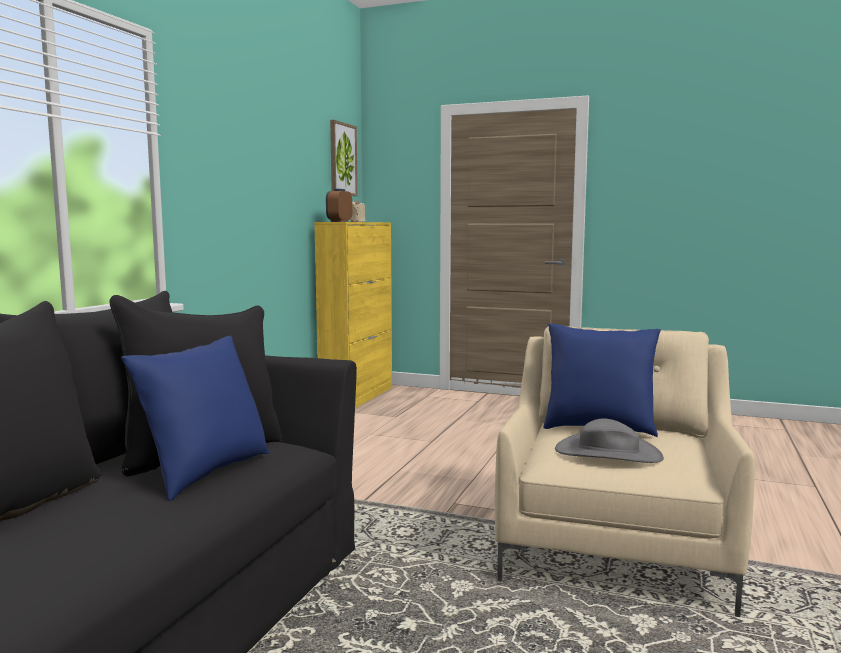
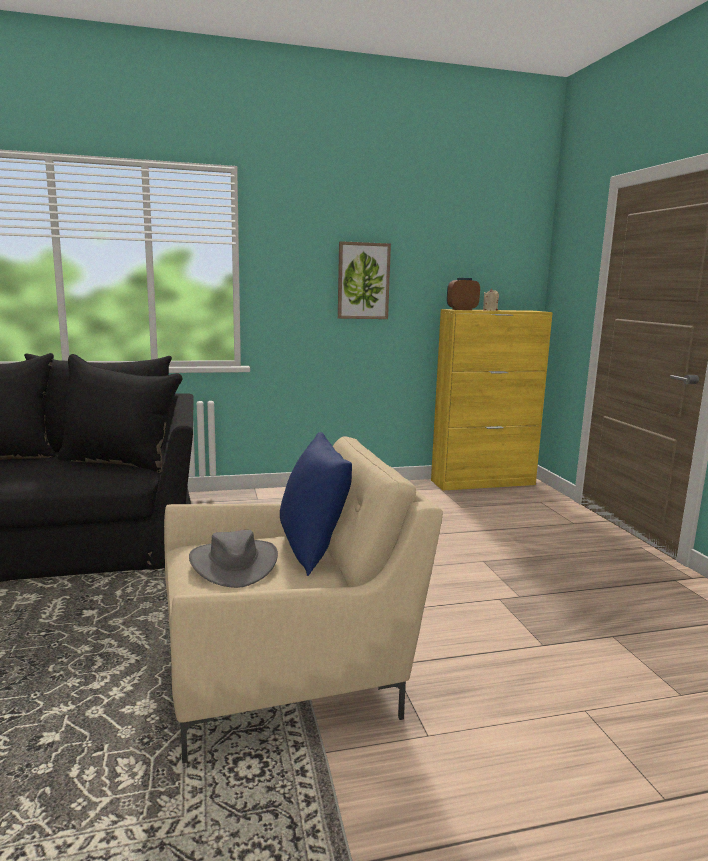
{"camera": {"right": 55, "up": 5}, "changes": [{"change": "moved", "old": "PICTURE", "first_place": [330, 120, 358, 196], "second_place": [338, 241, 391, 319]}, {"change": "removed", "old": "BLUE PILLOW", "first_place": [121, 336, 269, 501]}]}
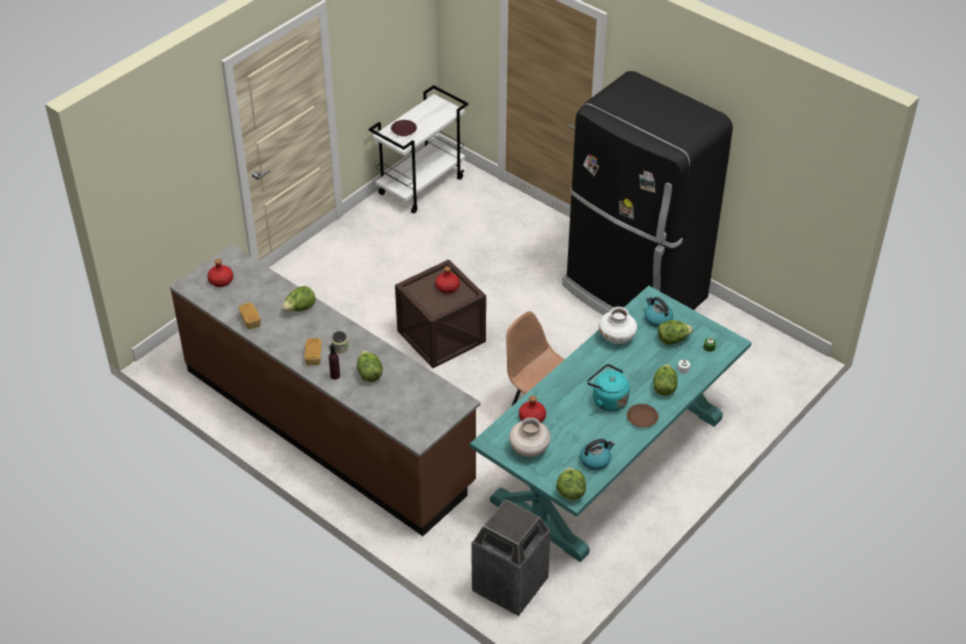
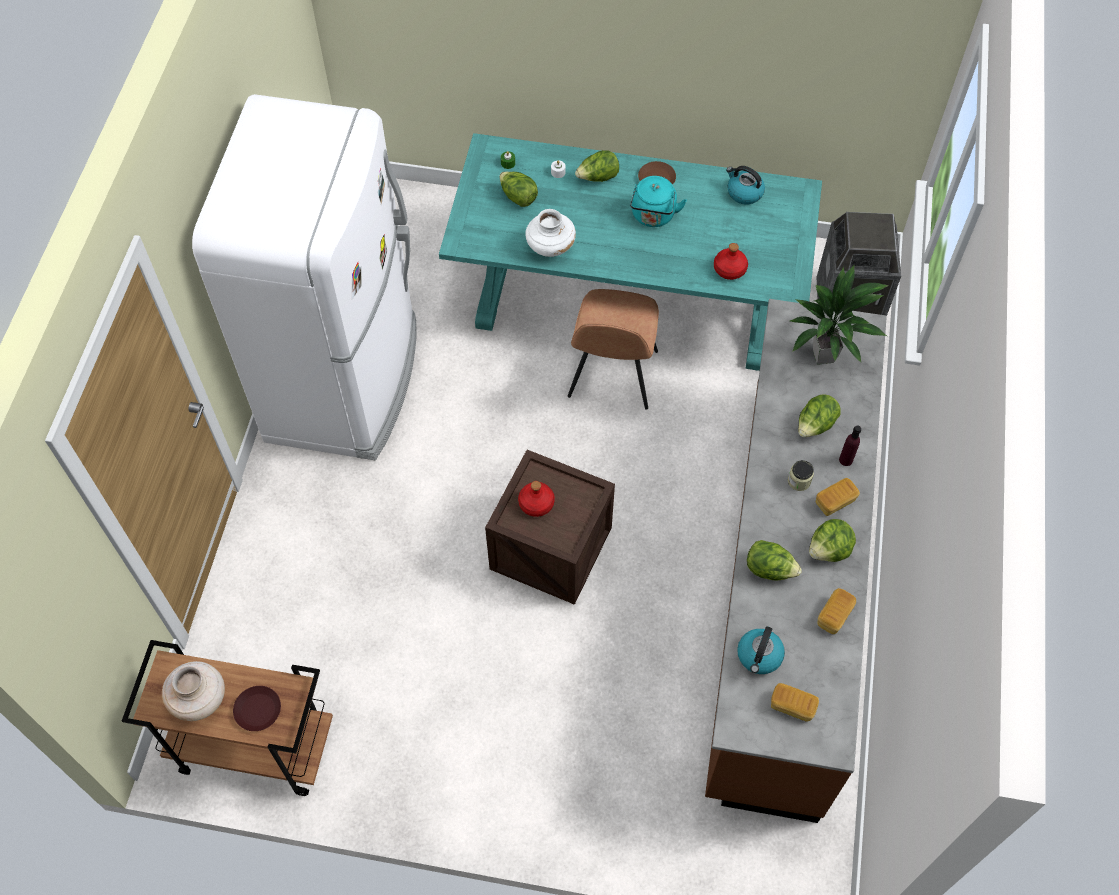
{"camera": {"right": -120, "up": 15}, "changes": [{"change": "recoloured", "old": "WHITE WHEELED CART", "new": "BROWN WHEELED CART", "first_place": [369, 85, 468, 214], "second_place": [122, 640, 333, 796]}, {"change": "moved", "old": "BEIGE FLOWER VASE", "first_place": [509, 417, 551, 457], "second_place": [162, 661, 225, 721]}, {"change": "recoloured", "old": "BLACK KITCHEN FRIDGE", "new": "WHITE KITCHEN FRIDGE", "first_place": [562, 71, 733, 315], "second_place": [192, 94, 417, 460]}, {"change": "moved", "old": "KETTLE", "first_place": [644, 297, 673, 328], "second_place": [737, 626, 785, 674]}, {"change": "replaced", "old": "RED-COLOURED BEVERAGE BOTTLE", "new": "BAKERY BREAD", "first_place": [207, 259, 233, 287], "second_place": [771, 683, 819, 721]}, {"change": "added", "new": "POTTED PLANT", "second_place": [790, 264, 889, 365]}, {"change": "moved", "old": "LETTUCE", "first_place": [556, 468, 586, 500], "second_place": [809, 519, 856, 562]}]}
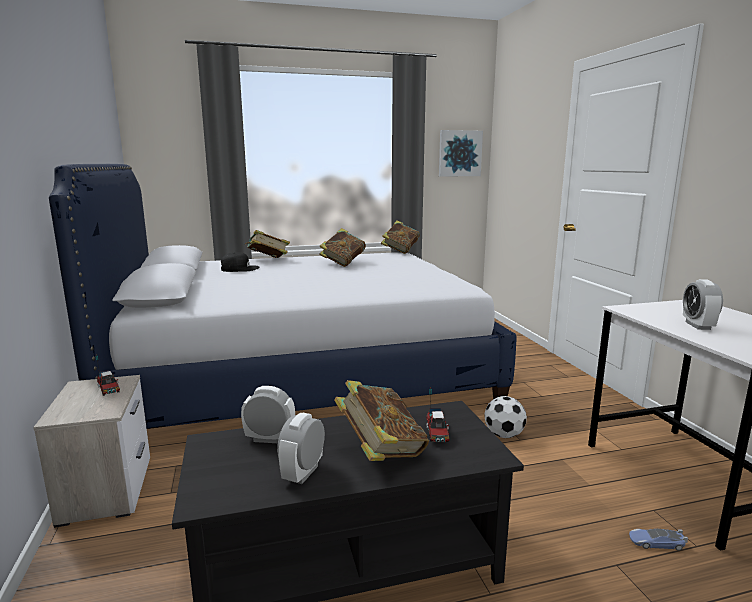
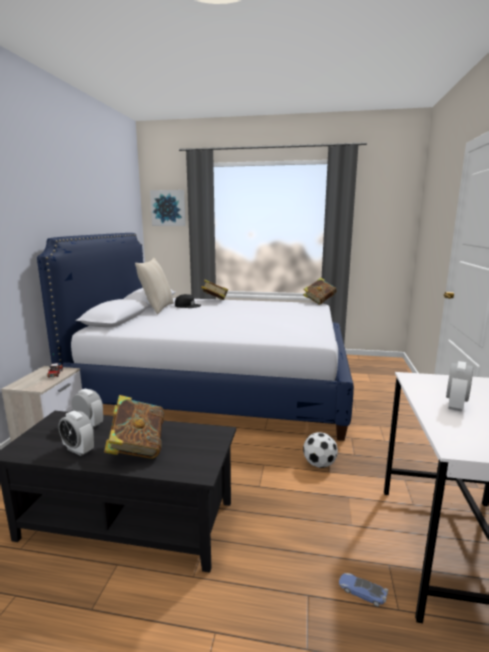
{"camera": {"right": 25, "up": 0}, "changes": [{"change": "turned", "old": "TABLE CLOCK", "first_place": [277, 413, 325, 484], "second_place": [58, 411, 94, 456], "degrees": -105}, {"change": "added", "new": "BEIGE PILLOW", "second_place": [135, 258, 174, 314]}, {"change": "moved", "old": "PICTURE", "first_place": [439, 130, 483, 176], "second_place": [150, 190, 185, 226]}, {"change": "removed", "old": "BOUND BOOK", "first_place": [319, 228, 366, 267]}, {"change": "removed", "old": "MODEL TRUCK", "first_place": [426, 387, 449, 442]}]}
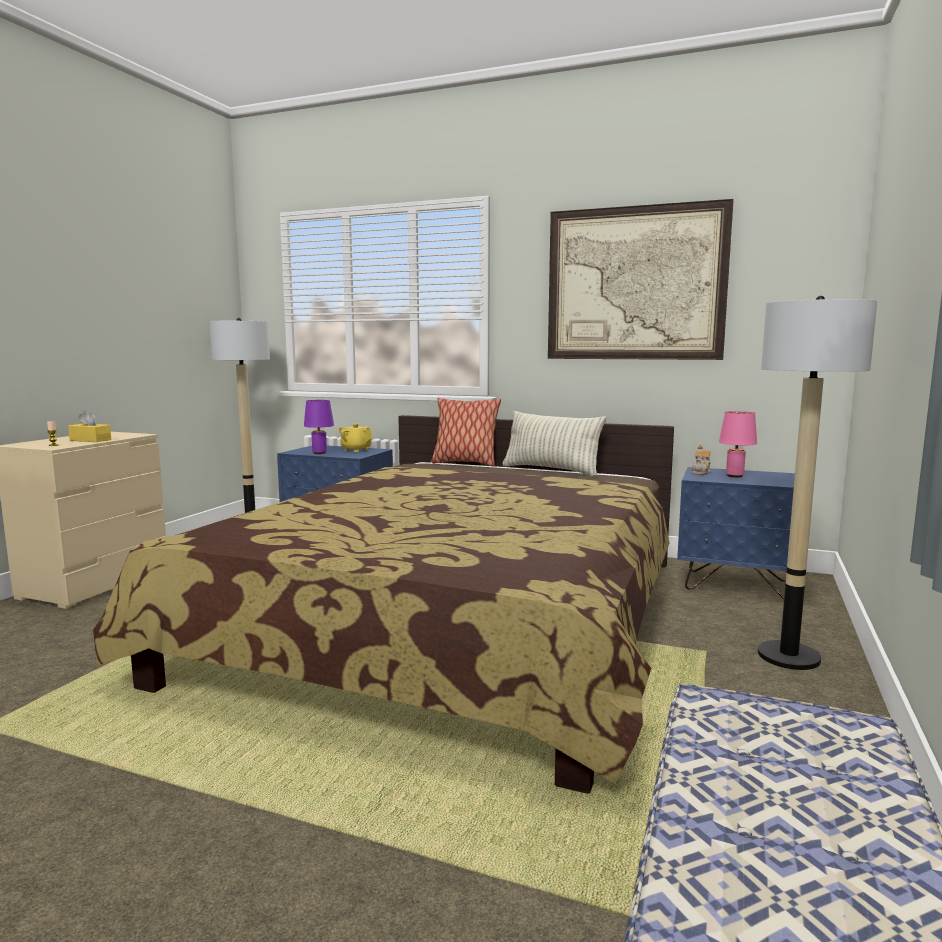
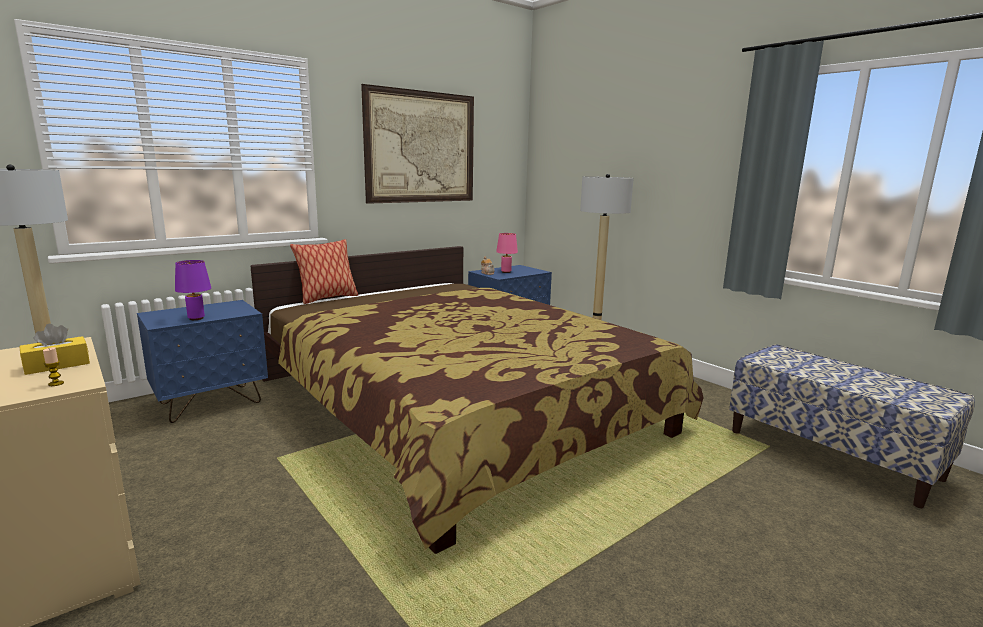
{"camera": {"right": -60, "up": 5}, "changes": [{"change": "removed", "old": "YELLOWISH POT FOR TEA", "first_place": [339, 424, 372, 452]}, {"change": "removed", "old": "PILLOW", "first_place": [502, 411, 606, 477]}]}
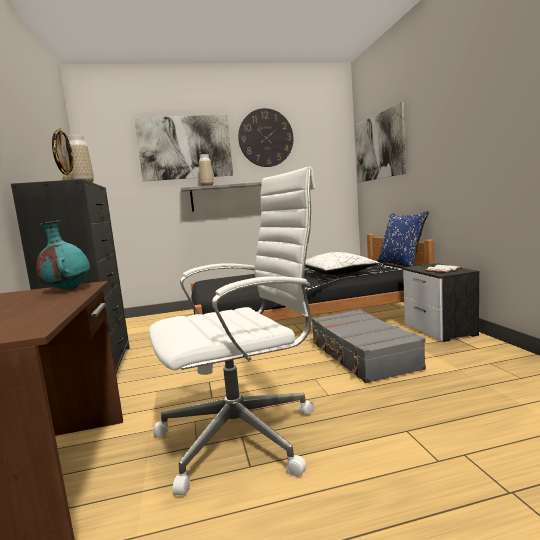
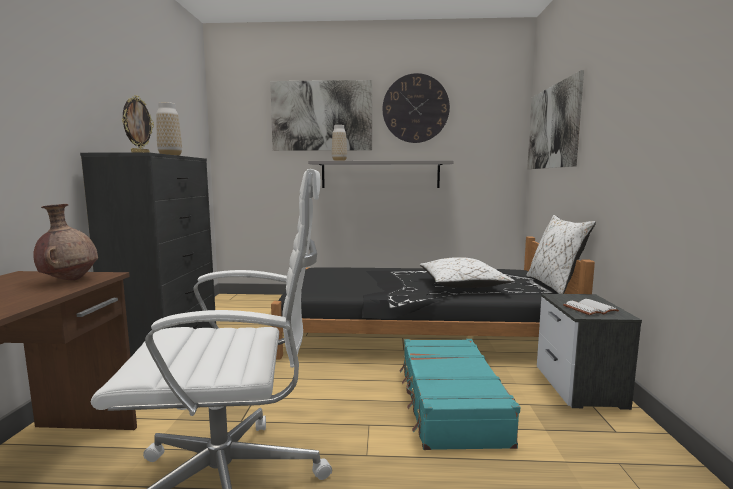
{"camera": {"right": 15, "up": 0}, "changes": [{"change": "recoloured", "old": "TURQUOISE FLOWER VASE", "new": "BROWN FLOWER VASE", "first_place": [36, 220, 90, 290], "second_place": [33, 204, 98, 281]}, {"change": "recoloured", "old": "GREYISH PIECE OF LUGGAGE", "new": "TURQUOISE PIECE OF LUGGAGE", "first_place": [311, 309, 426, 383], "second_place": [399, 339, 520, 450]}, {"change": "recoloured", "old": "BLUE PILLOW", "new": "WHITE PILLOW", "first_place": [377, 211, 429, 267], "second_place": [526, 215, 596, 294]}]}
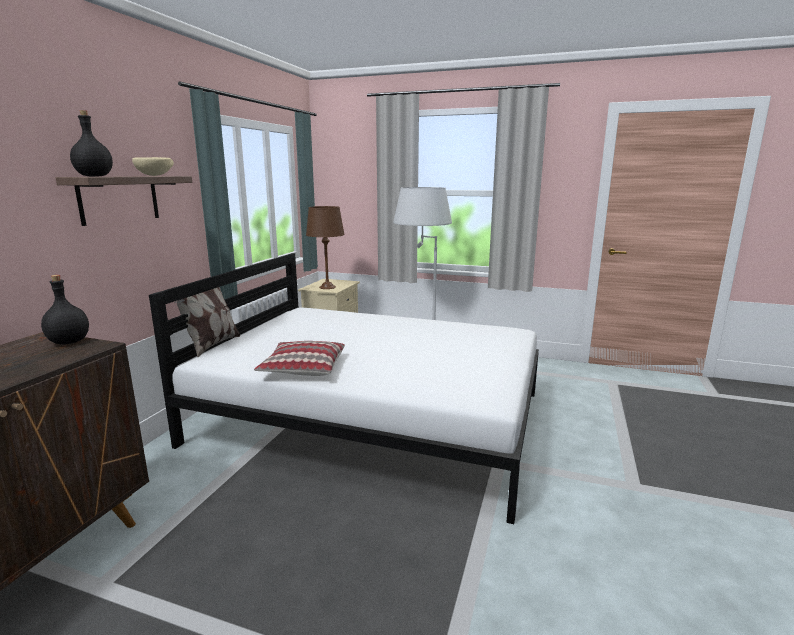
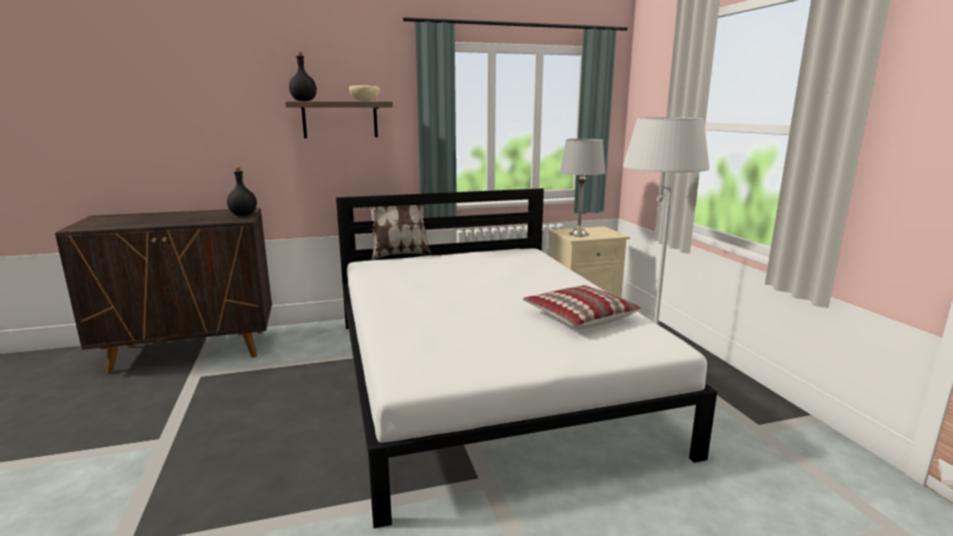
{"camera": {"right": 55, "up": 0}, "changes": [{"change": "moved", "old": "PILLOW", "first_place": [254, 341, 345, 376], "second_place": [523, 285, 641, 329]}, {"change": "recoloured", "old": "BROWN TABLE LAMP", "new": "GREYISH TABLE LAMP", "first_place": [306, 206, 345, 289], "second_place": [560, 139, 606, 237]}]}
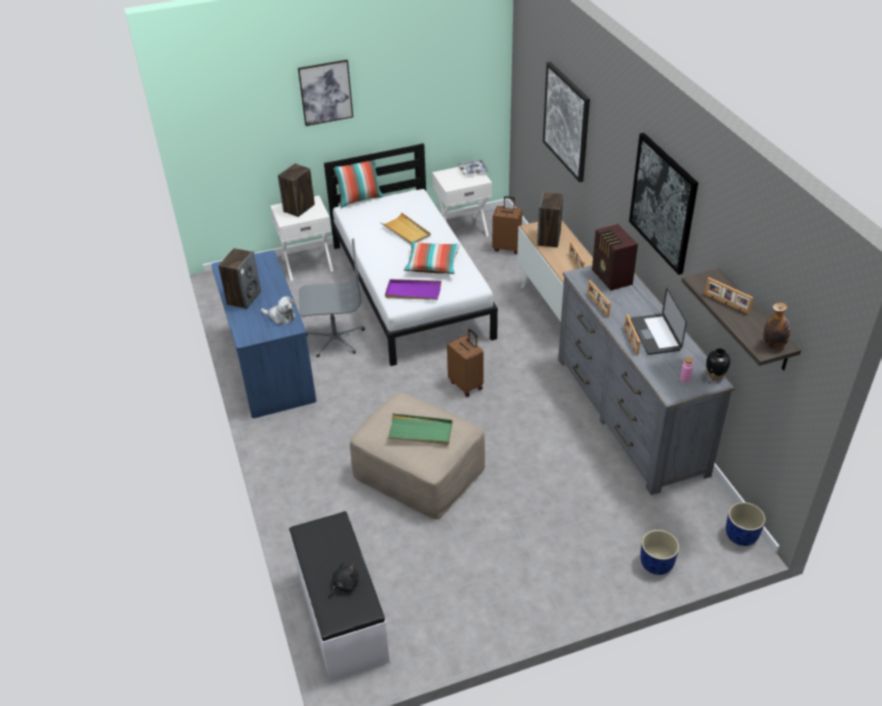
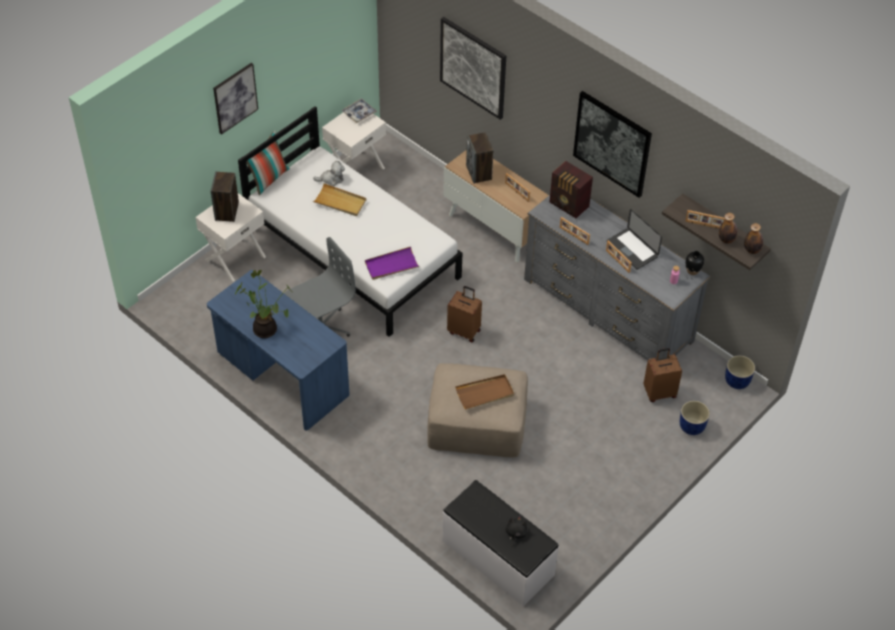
{"camera": {"right": -30, "up": 10}, "changes": [{"change": "replaced", "old": "SPEAKER", "new": "POTTED PLANT", "first_place": [218, 248, 261, 309], "second_place": [235, 270, 292, 338]}, {"change": "moved", "old": "PLUSH TOY", "first_place": [261, 296, 296, 325], "second_place": [313, 161, 345, 186]}, {"change": "recoloured", "old": "GREEN-COLOURED SERVING TRAY", "new": "BROWN SERVING TRAY", "first_place": [387, 413, 453, 445], "second_place": [455, 374, 514, 409]}, {"change": "moved", "old": "BROWN PIECE OF LUGGAGE", "first_place": [492, 196, 522, 254], "second_place": [643, 348, 682, 402]}, {"change": "added", "new": "BEVERAGE BOTTLE", "second_place": [719, 213, 737, 244]}, {"change": "removed", "old": "PILLOW", "first_place": [404, 242, 460, 274]}]}
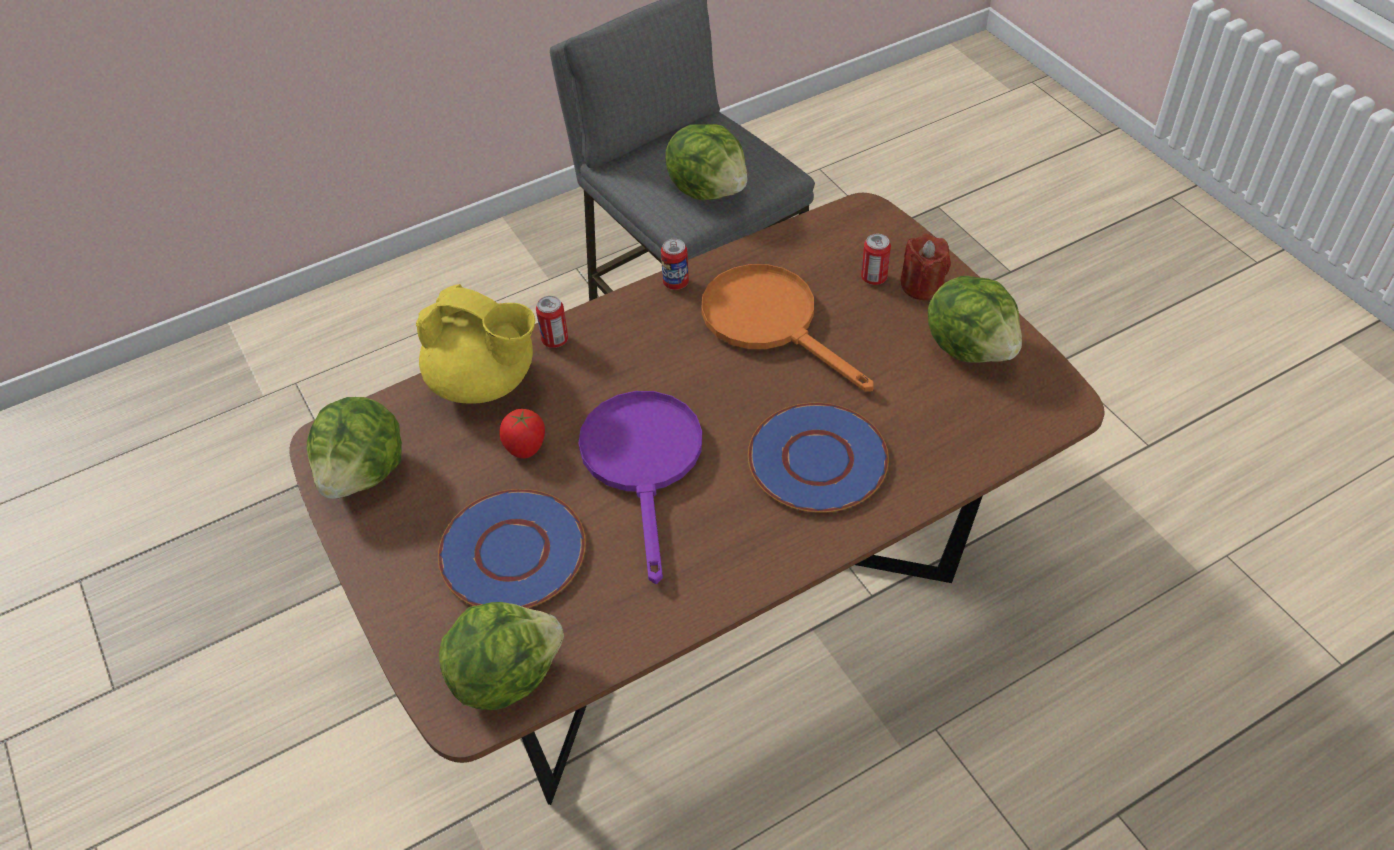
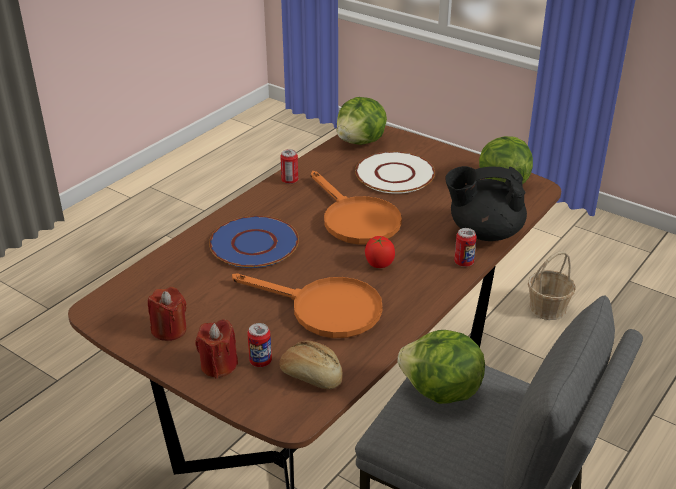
{"camera": {"right": 155, "up": -15}, "changes": [{"change": "replaced", "old": "LETTUCE", "new": "RED-COLOURED WAX LIGHT", "first_place": [928, 276, 1022, 363], "second_place": [148, 287, 187, 341]}, {"change": "added", "new": "BAKERY BREAD", "second_place": [279, 340, 343, 389]}, {"change": "moved", "old": "SEALED CAN", "first_place": [661, 239, 689, 290], "second_place": [280, 149, 298, 184]}, {"change": "recoloured", "old": "PURPLE-COLOURED SKILLET", "new": "ORANGE-COLOURED SKILLET", "first_place": [578, 391, 702, 584], "second_place": [311, 171, 402, 245]}, {"change": "recoloured", "old": "BLUE DINNER PLATE", "new": "WHITE DINNER PLATE", "first_place": [438, 489, 586, 608], "second_place": [355, 152, 435, 194]}, {"change": "moved", "old": "WHOLE TOMATO", "first_place": [500, 409, 545, 458], "second_place": [365, 236, 395, 268]}, {"change": "recoloured", "old": "YELLOWISH POT FOR TEA", "new": "BLACK POT FOR TEA", "first_place": [416, 284, 535, 404], "second_place": [445, 166, 527, 241]}, {"change": "added", "new": "HOUSEHOLD BASKET", "second_place": [528, 251, 576, 320]}]}
